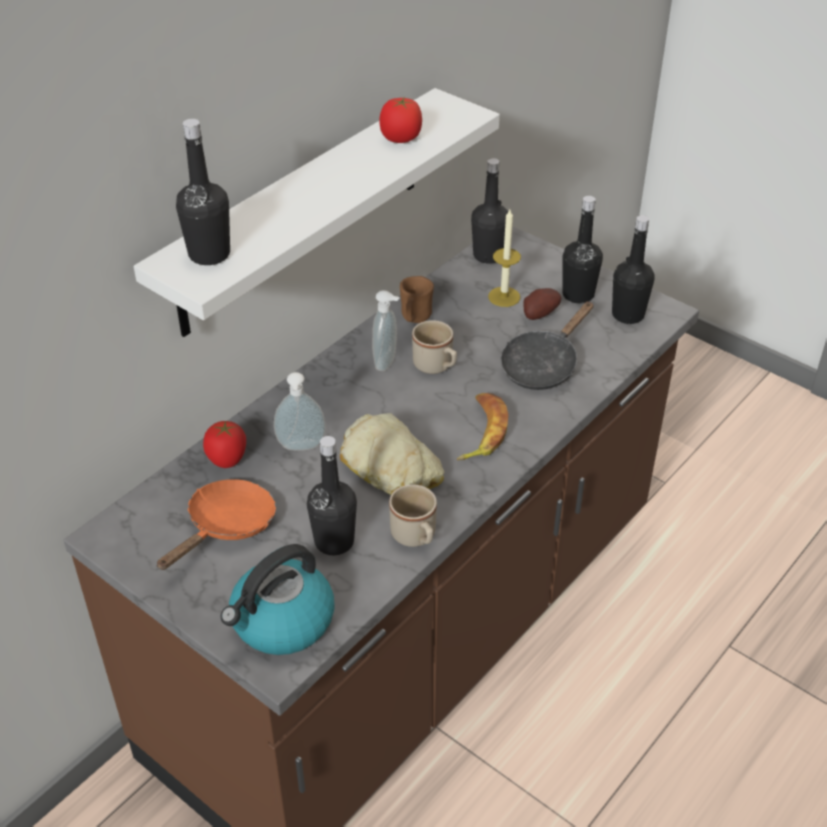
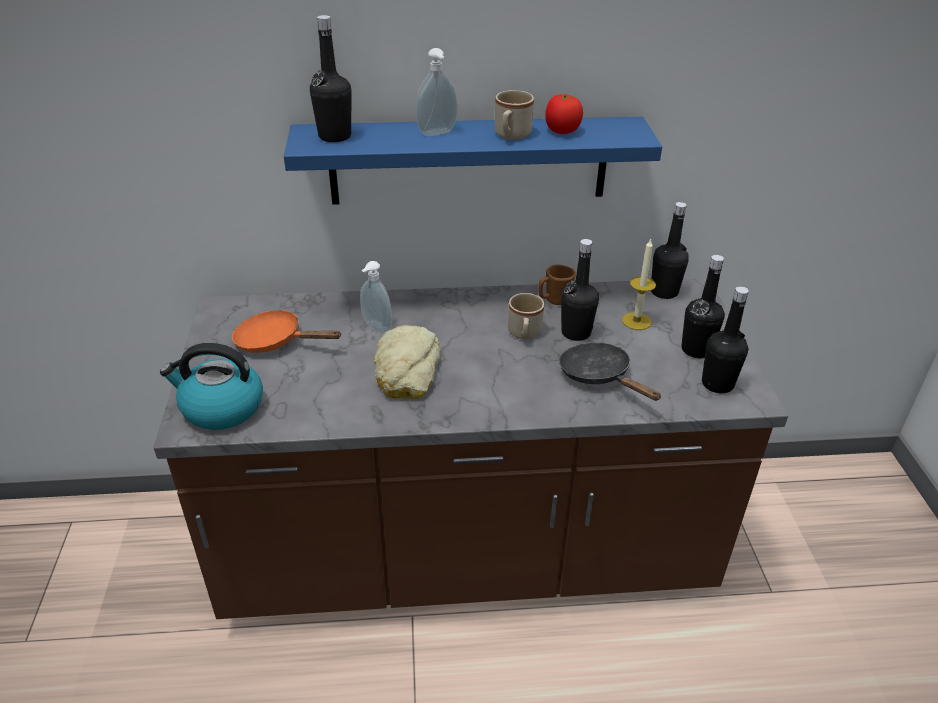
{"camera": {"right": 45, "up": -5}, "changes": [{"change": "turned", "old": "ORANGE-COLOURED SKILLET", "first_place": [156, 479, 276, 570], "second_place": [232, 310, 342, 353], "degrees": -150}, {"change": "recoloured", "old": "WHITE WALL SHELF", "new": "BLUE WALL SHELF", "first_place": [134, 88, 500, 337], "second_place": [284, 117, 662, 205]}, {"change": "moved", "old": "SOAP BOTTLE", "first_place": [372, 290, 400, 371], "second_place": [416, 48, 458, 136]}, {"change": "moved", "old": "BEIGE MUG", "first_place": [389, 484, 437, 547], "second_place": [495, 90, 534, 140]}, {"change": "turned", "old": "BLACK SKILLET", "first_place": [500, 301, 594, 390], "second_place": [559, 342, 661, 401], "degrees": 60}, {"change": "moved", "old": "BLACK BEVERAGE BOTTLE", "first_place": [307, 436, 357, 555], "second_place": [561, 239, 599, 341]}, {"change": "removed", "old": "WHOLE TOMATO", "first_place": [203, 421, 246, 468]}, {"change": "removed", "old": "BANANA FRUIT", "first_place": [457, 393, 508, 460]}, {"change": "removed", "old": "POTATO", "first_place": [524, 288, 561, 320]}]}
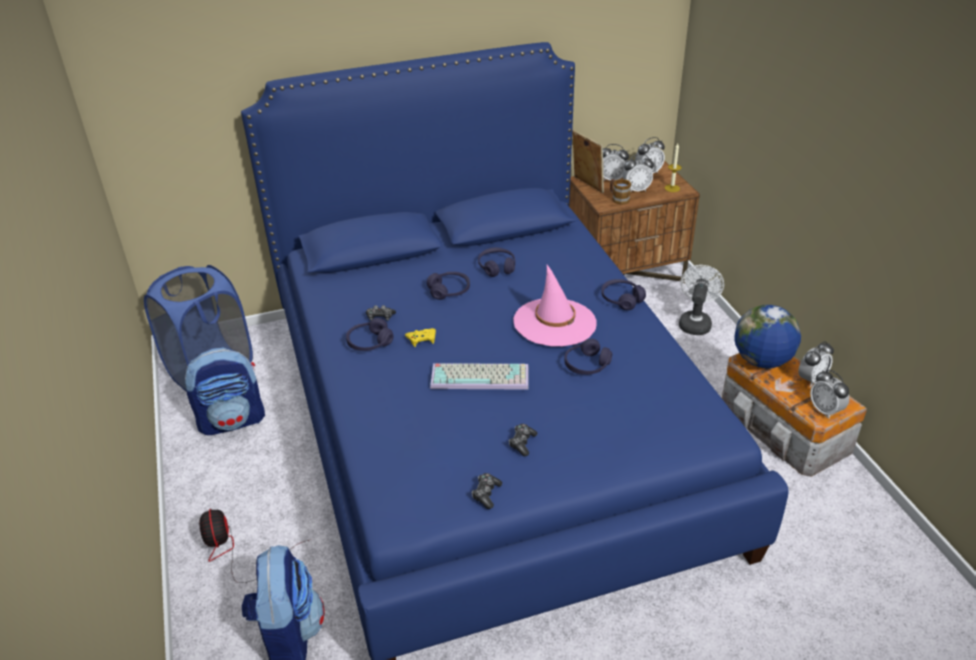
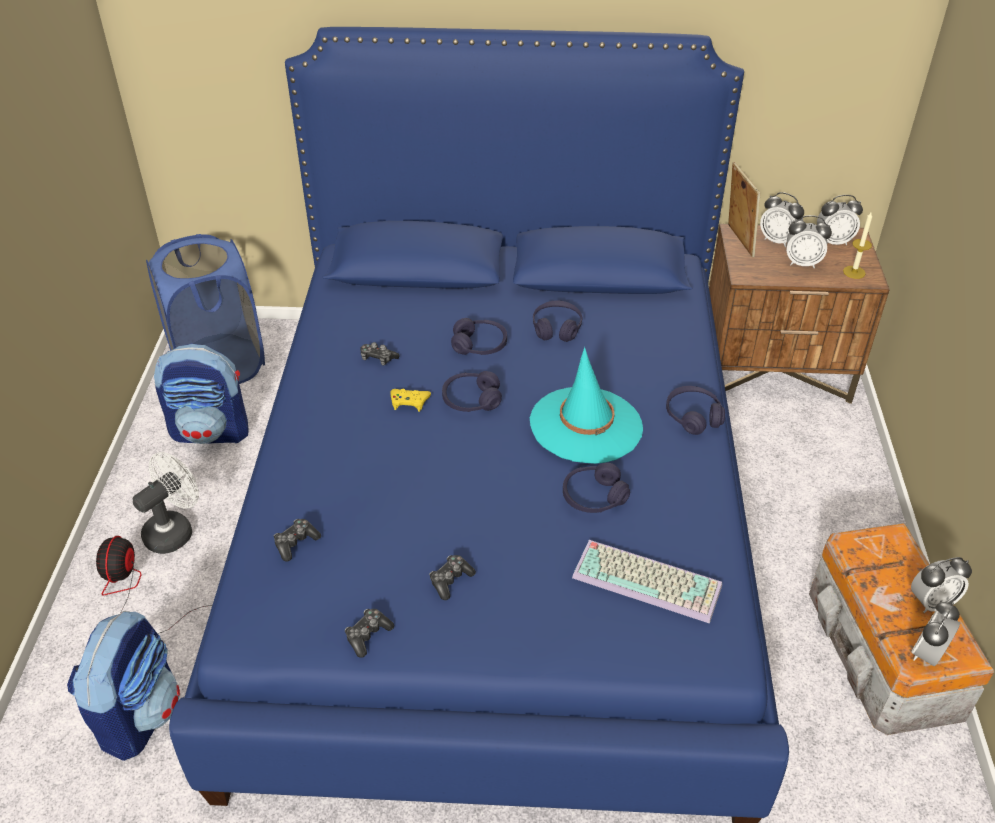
{"camera": {"right": 20, "up": 5}, "changes": [{"change": "moved", "old": "WHITE ELECTRIC FAN", "first_place": [679, 265, 724, 335], "second_place": [133, 452, 199, 554]}, {"change": "added", "new": "GAMEPAD", "second_place": [274, 519, 321, 561]}, {"change": "moved", "old": "PURPLE-COLOURED HEADPHONES", "first_place": [346, 318, 393, 351], "second_place": [442, 371, 502, 412]}, {"change": "recoloured", "old": "PINK HAT", "new": "TURQUOISE HAT", "first_place": [513, 265, 597, 347], "second_place": [530, 347, 643, 464]}, {"change": "moved", "old": "PC KEYBOARD", "first_place": [430, 363, 529, 390], "second_place": [572, 540, 722, 624]}, {"change": "turned", "old": "TABLE CLOCK", "first_place": [810, 370, 849, 419], "second_place": [911, 602, 960, 666], "degrees": 45}, {"change": "removed", "old": "MUG", "first_place": [610, 179, 631, 205]}, {"change": "removed", "old": "WORLD GLOBE", "first_place": [734, 305, 801, 368]}]}
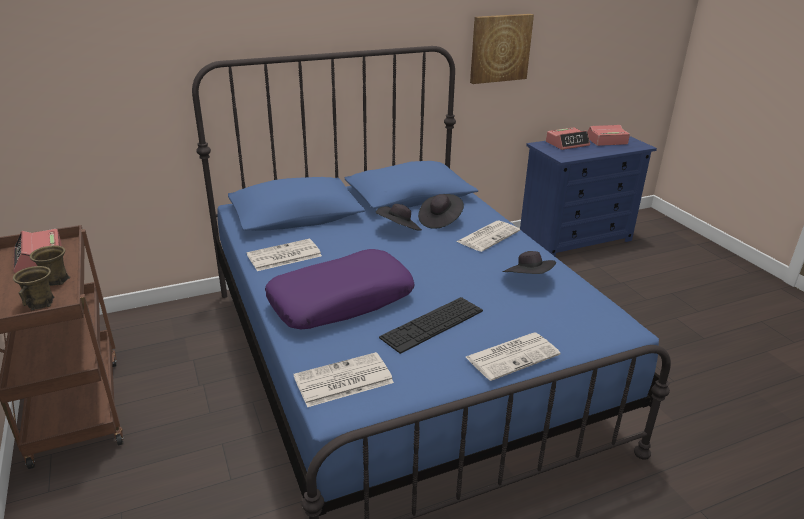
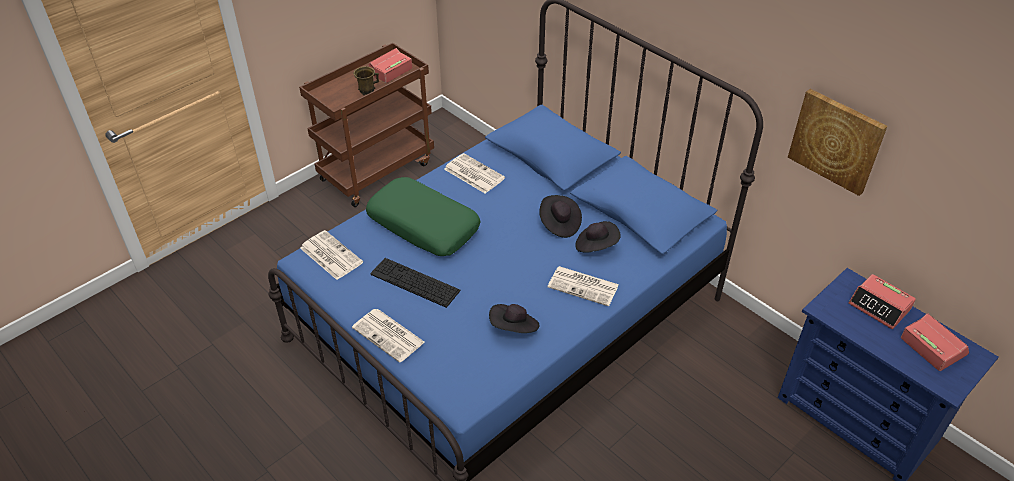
{"camera": {"right": 70, "up": 15}, "changes": [{"change": "recoloured", "old": "PURPLE-COLOURED PILLOW", "new": "GREEN-COLOURED PILLOW", "first_place": [265, 249, 414, 329], "second_place": [366, 177, 480, 256]}, {"change": "removed", "old": "BROWN MUG", "first_place": [13, 266, 54, 310]}]}
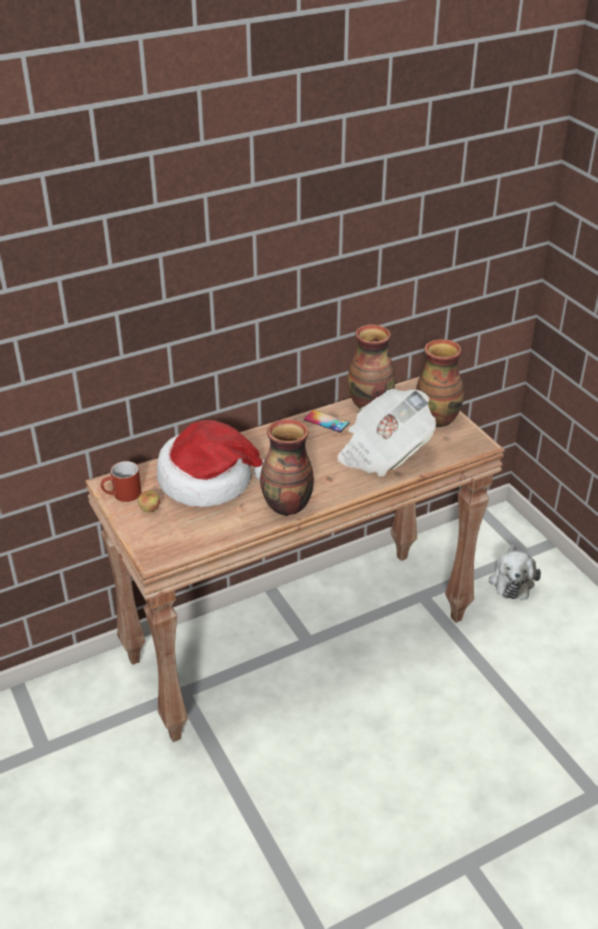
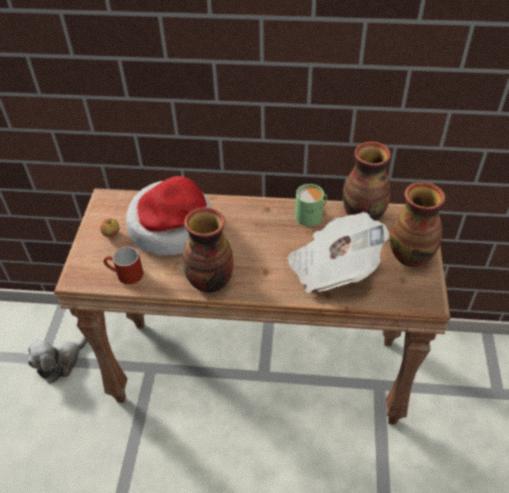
{"camera": {"right": 35, "up": 10}, "changes": [{"change": "moved", "old": "PLUSH TOY", "first_place": [489, 545, 541, 600], "second_place": [28, 336, 88, 384]}, {"change": "moved", "old": "RED-COLOURED MUG", "first_place": [101, 461, 141, 502], "second_place": [104, 246, 143, 285]}, {"change": "replaced", "old": "PHONE", "new": "GREEN-COLOURED MUG", "first_place": [304, 410, 349, 433], "second_place": [295, 184, 327, 226]}]}
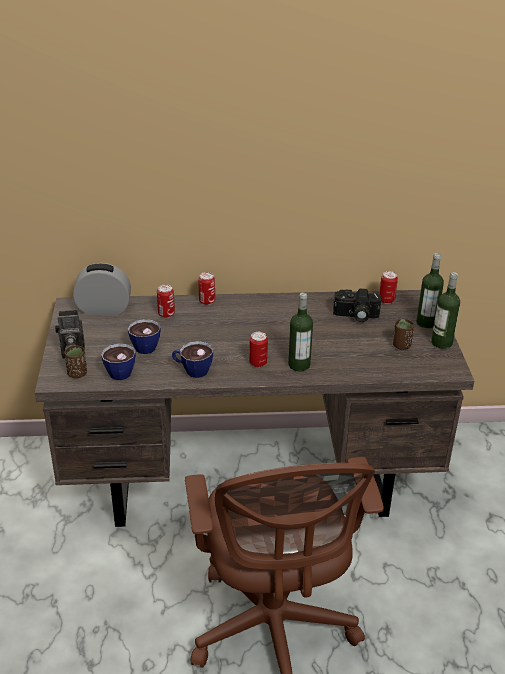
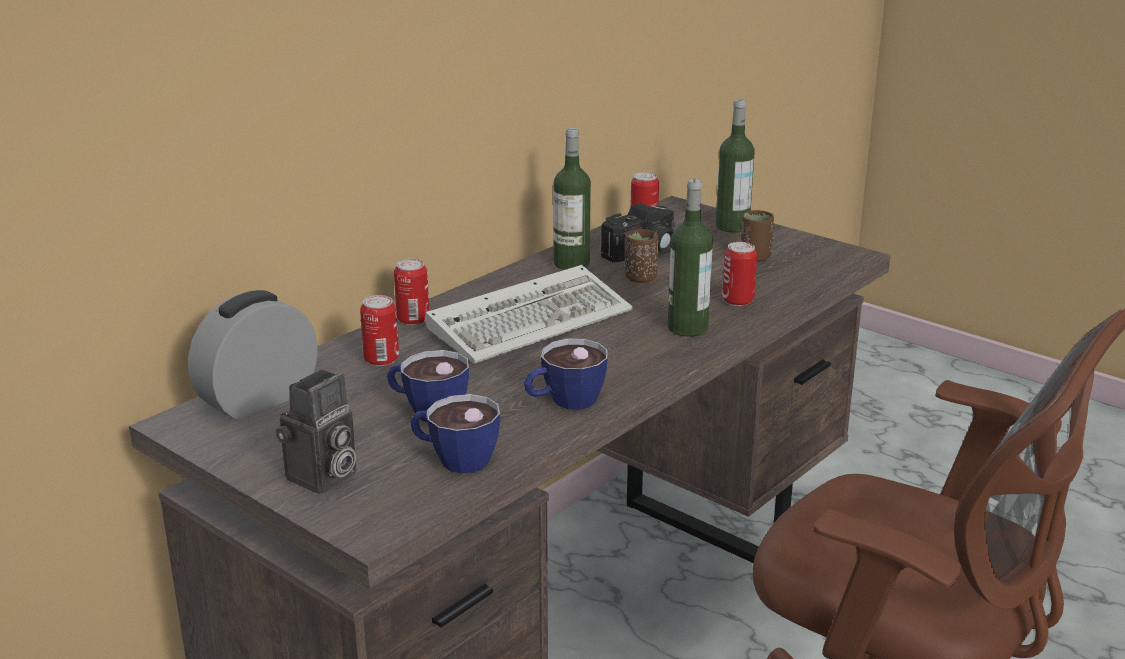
{"camera": {"right": -45, "up": -10}, "changes": [{"change": "added", "new": "PC KEYBOARD", "second_place": [425, 265, 633, 364]}, {"change": "moved", "old": "BEVERAGE BOTTLE", "first_place": [431, 272, 460, 349], "second_place": [553, 128, 591, 270]}, {"change": "moved", "old": "BROWN CUP", "first_place": [64, 345, 87, 378], "second_place": [625, 229, 658, 283]}, {"change": "moved", "old": "SEALED CAN", "first_place": [249, 332, 268, 367], "second_place": [722, 242, 757, 306]}]}
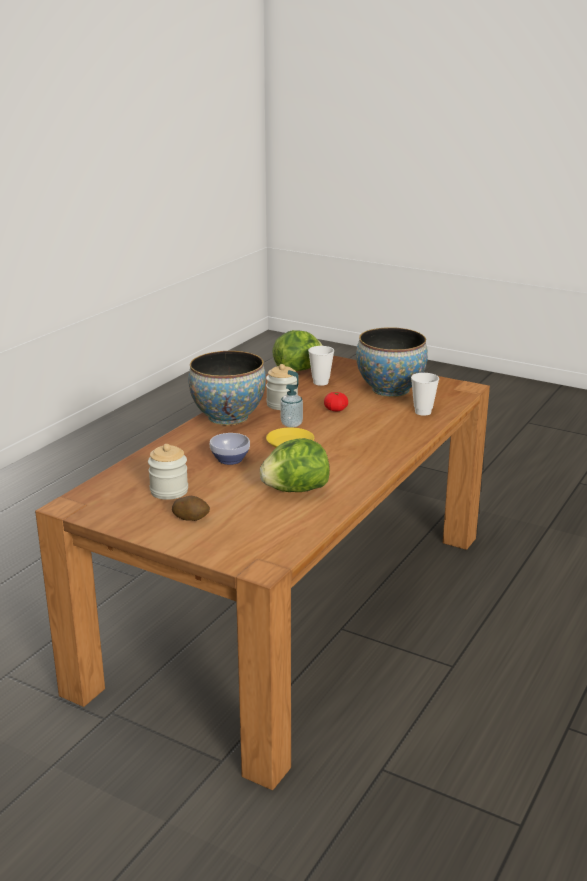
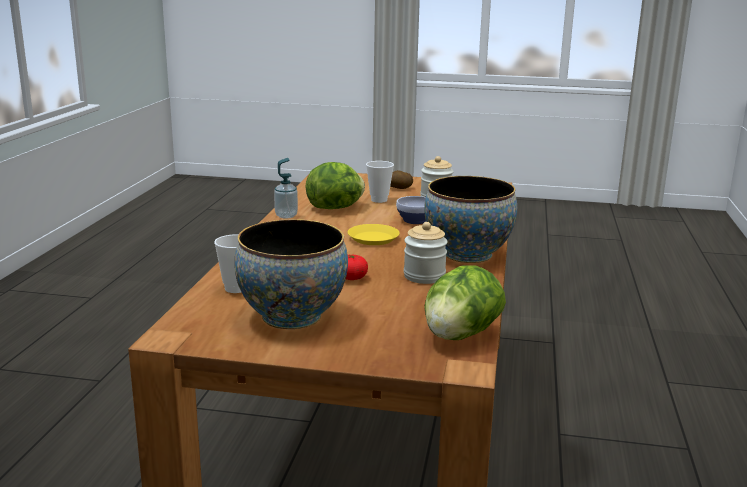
{"camera": {"right": 160, "up": -5}, "changes": [{"change": "moved", "old": "SOAP BOTTLE", "first_place": [280, 370, 303, 428], "second_place": [274, 158, 298, 218]}, {"change": "moved", "old": "CUP", "first_place": [308, 346, 334, 386], "second_place": [366, 161, 394, 203]}]}
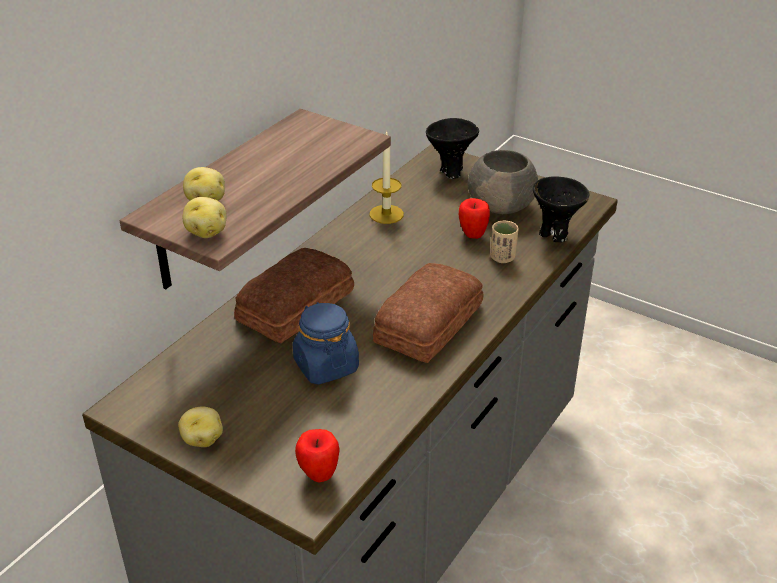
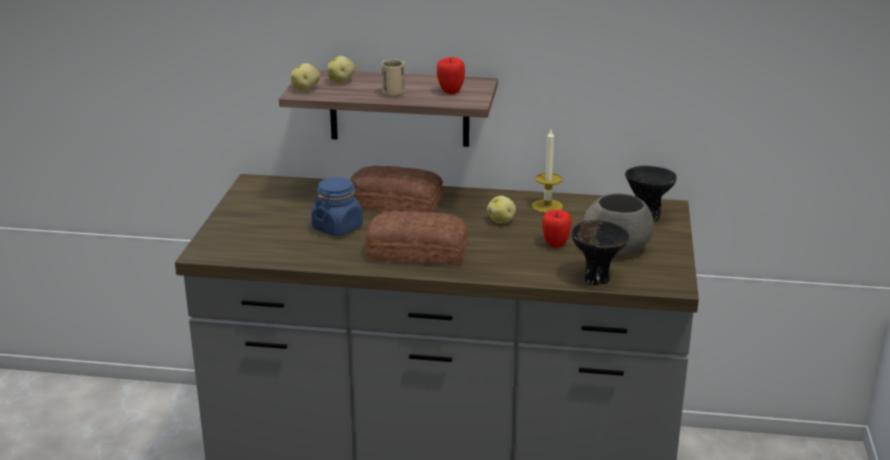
{"camera": {"right": 65, "up": -10}, "changes": [{"change": "moved", "old": "BEIGE CUP", "first_place": [490, 220, 518, 263], "second_place": [381, 60, 405, 97]}, {"change": "moved", "old": "APPLE FRUIT", "first_place": [295, 429, 340, 483], "second_place": [437, 57, 465, 94]}, {"change": "moved", "old": "POTATO", "first_place": [178, 407, 223, 447], "second_place": [487, 196, 516, 224]}]}
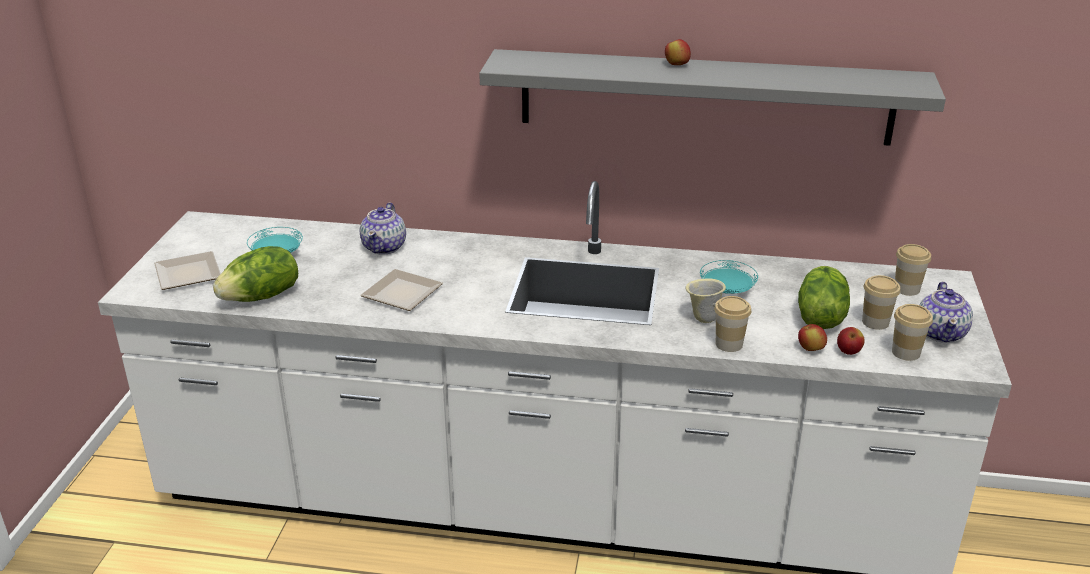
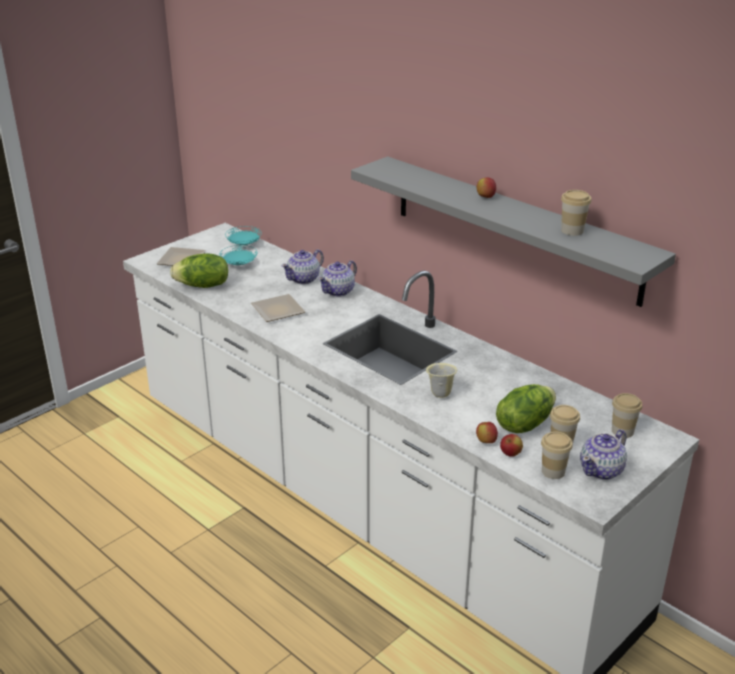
{"camera": {"right": 35, "up": 0}, "changes": [{"change": "moved", "old": "TURQUOISE DINNER PLATE", "first_place": [700, 260, 758, 294], "second_place": [225, 226, 262, 245]}, {"change": "added", "new": "POT FOR TEA", "second_place": [318, 260, 357, 297]}, {"change": "moved", "old": "CUP", "first_place": [714, 296, 751, 352], "second_place": [561, 190, 592, 236]}]}
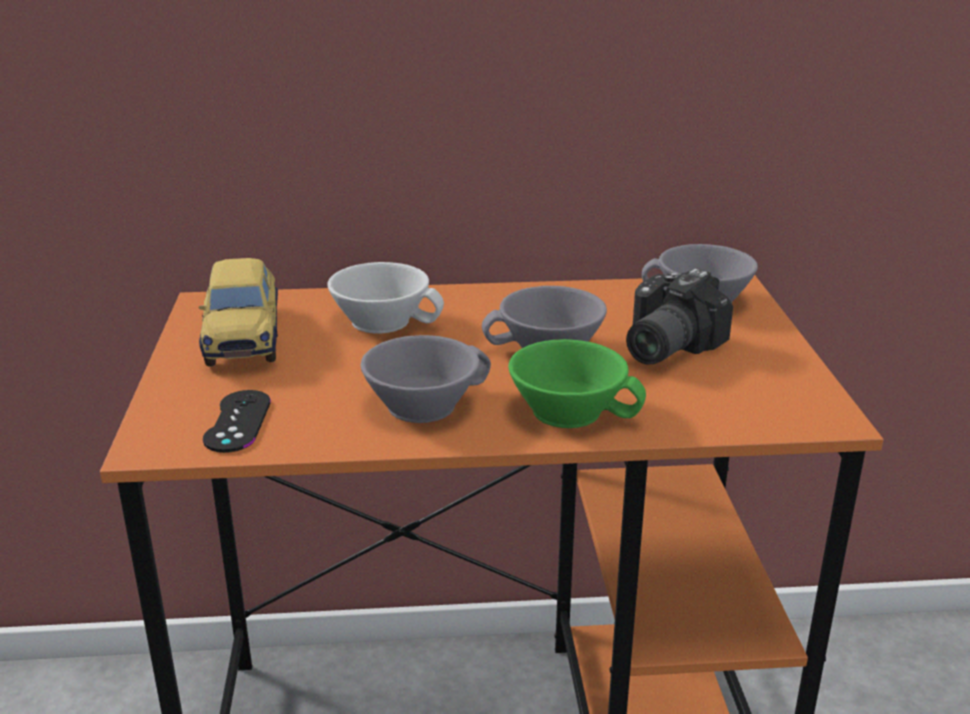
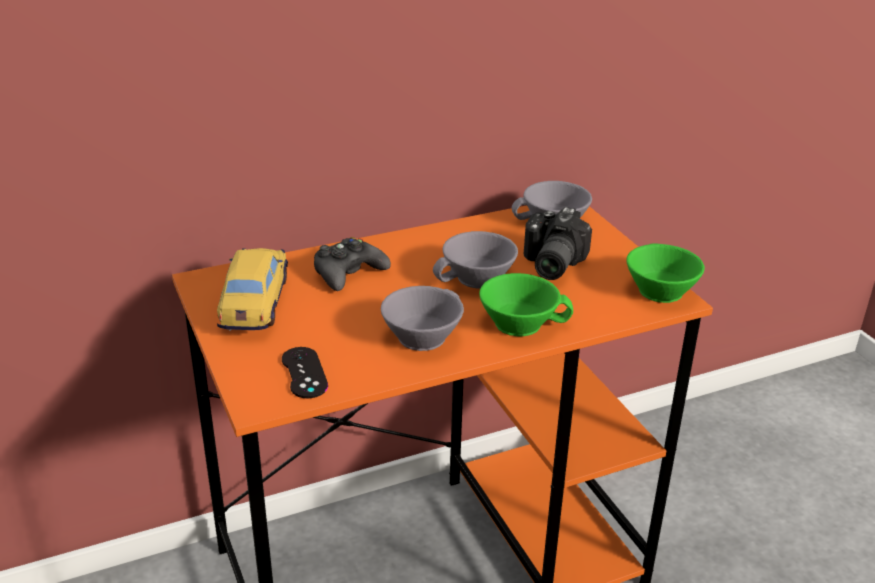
{"camera": {"right": -20, "up": 5}, "changes": [{"change": "turned", "old": "MINIATURE CAR", "first_place": [199, 258, 278, 367], "second_place": [217, 248, 288, 331], "degrees": -150}, {"change": "replaced", "old": "WHITE CUP", "new": "BLACK GAMEPAD", "first_place": [327, 262, 444, 333], "second_place": [314, 237, 391, 291]}, {"change": "added", "new": "GREEN-COLOURED CUP", "second_place": [627, 244, 705, 303]}]}
